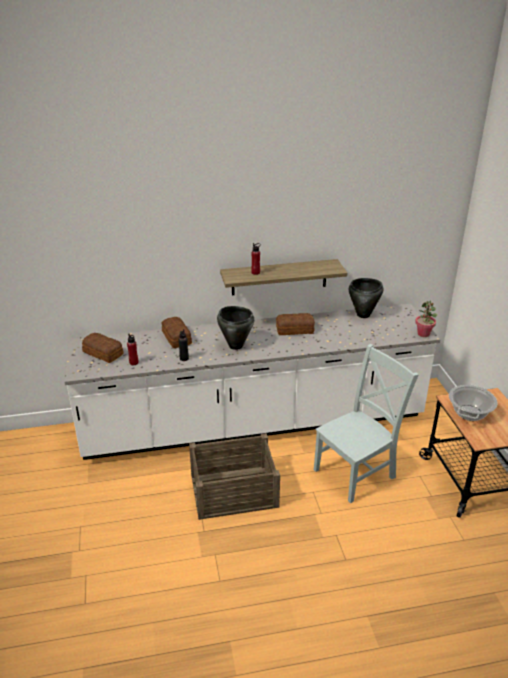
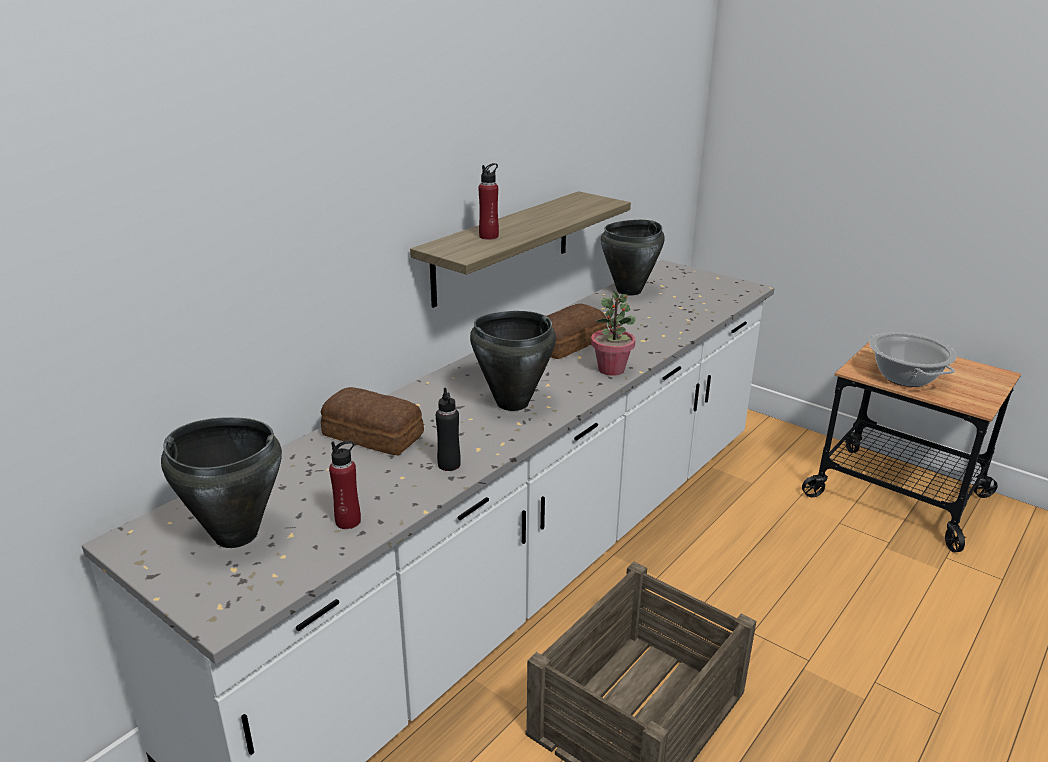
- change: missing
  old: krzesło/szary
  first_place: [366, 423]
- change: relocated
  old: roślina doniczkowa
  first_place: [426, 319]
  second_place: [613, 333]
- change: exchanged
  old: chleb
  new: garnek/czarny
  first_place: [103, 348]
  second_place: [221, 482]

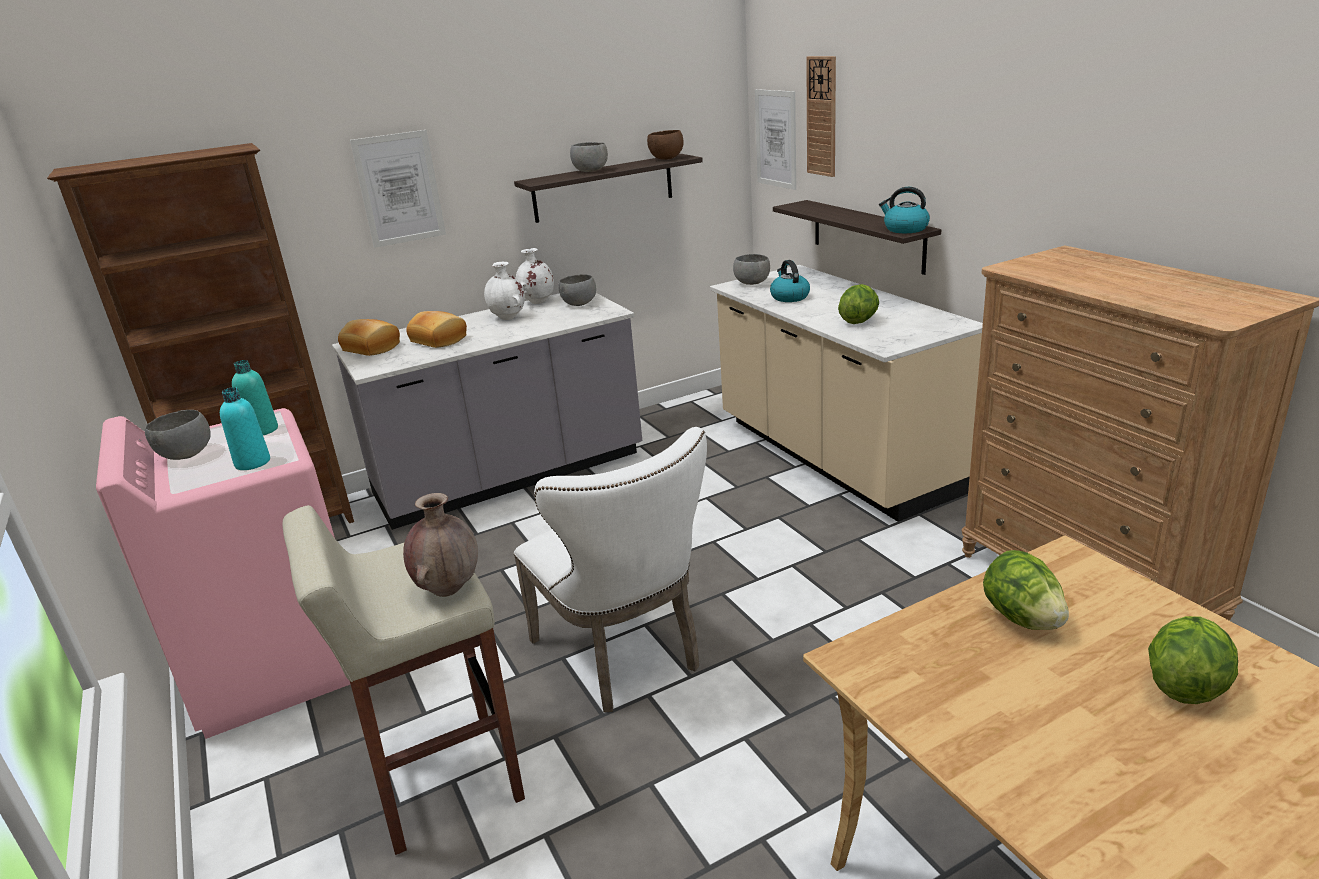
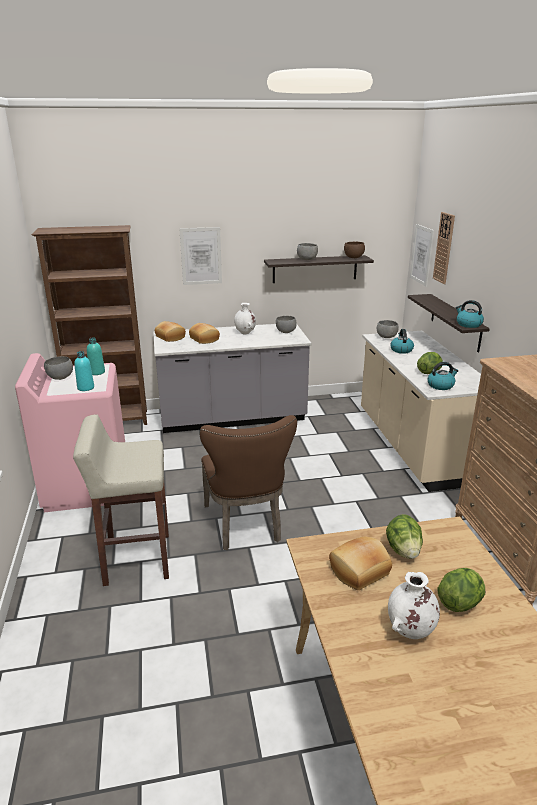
- change: missing
  old: wazon/brązowy
  first_place: [440, 545]
- change: appeared
  new: chleb
  second_place: [360, 563]
- change: appeared
  new: czajnik
  second_place: [442, 376]
- change: relocated
  old: wazon/biały
  first_place: [535, 276]
  second_place: [414, 605]
- change: colour
  old: krzesło/biały
  new: krzesło/brązowy
  first_place: [610, 570]
  second_place: [248, 482]

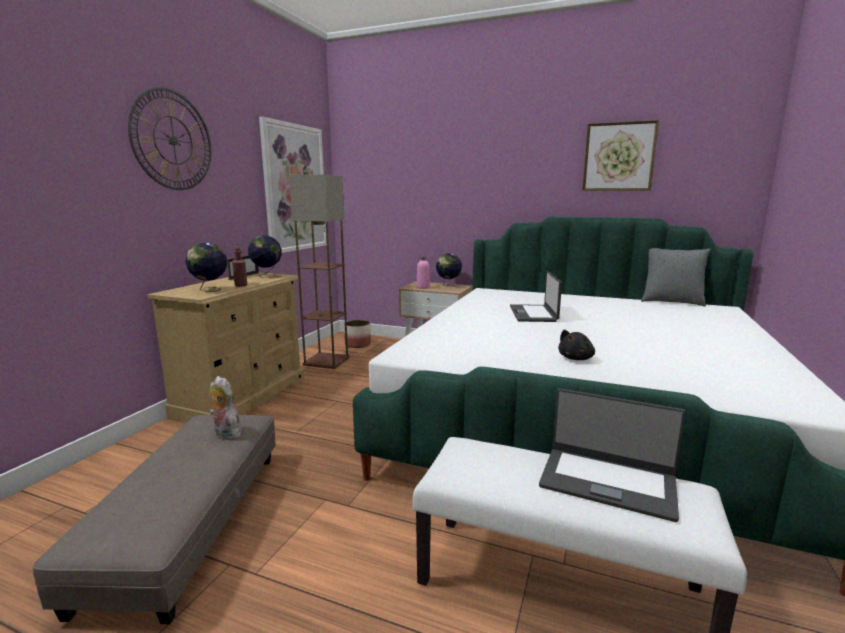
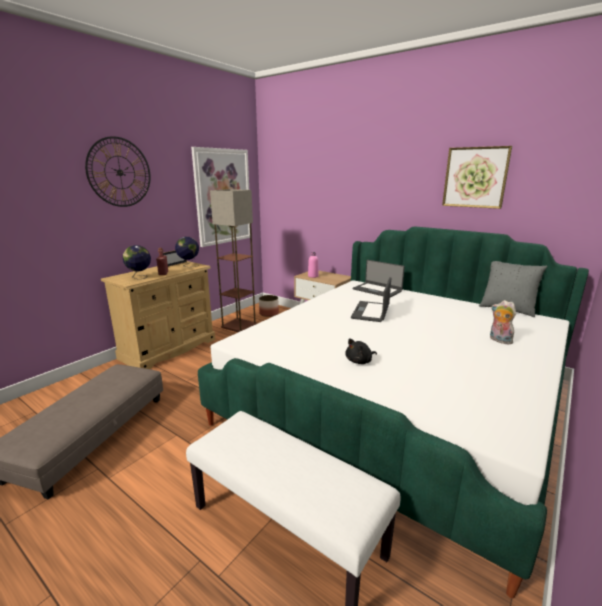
- change: missing
  old: globus
  first_place: [449, 270]
- change: relocated
  old: pluszak
  first_place: [225, 408]
  second_place: [503, 322]
- change: relocated
  old: laptop
  first_place: [612, 455]
  second_place: [379, 279]

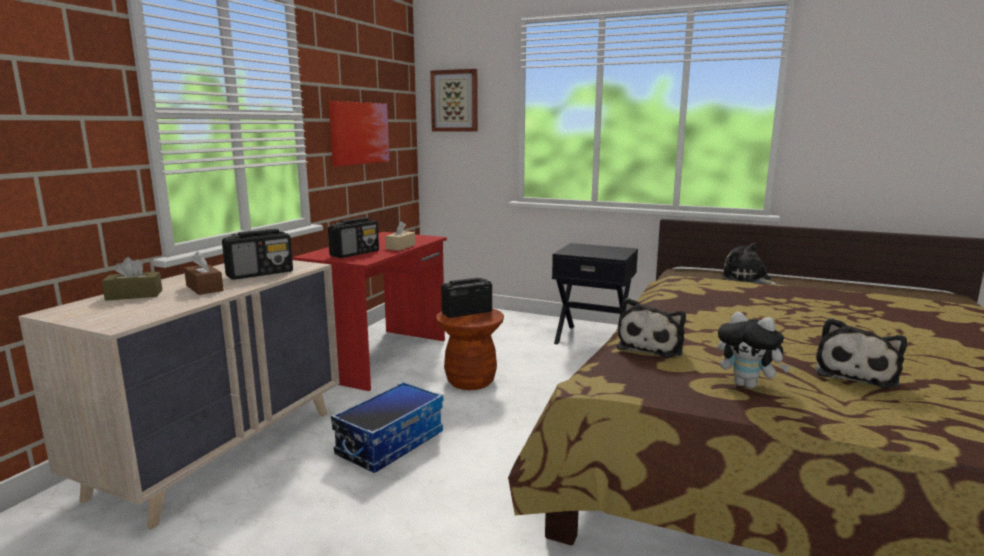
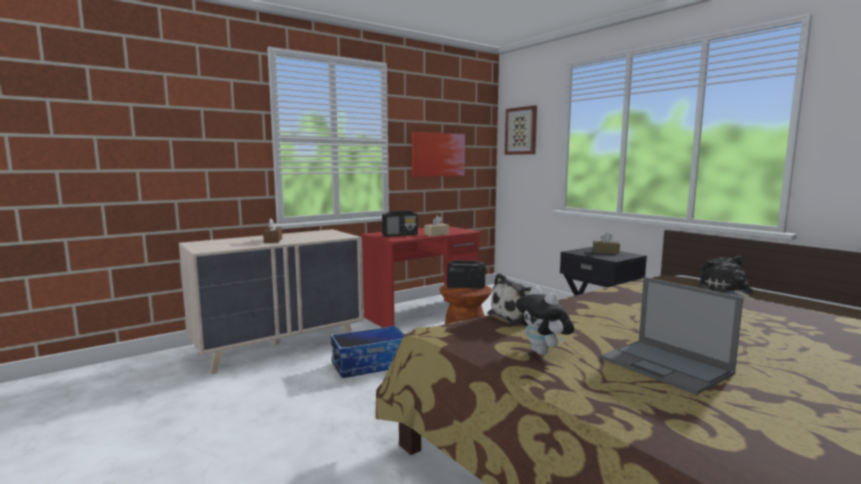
- change: missing
  old: radio
  first_place: [257, 254]
- change: relocated
  old: pudełko chusteczek/brązowy
  first_place: [132, 279]
  second_place: [606, 243]
- change: exchanged
  old: pluszak
  new: laptop
  first_place: [861, 353]
  second_place: [671, 336]

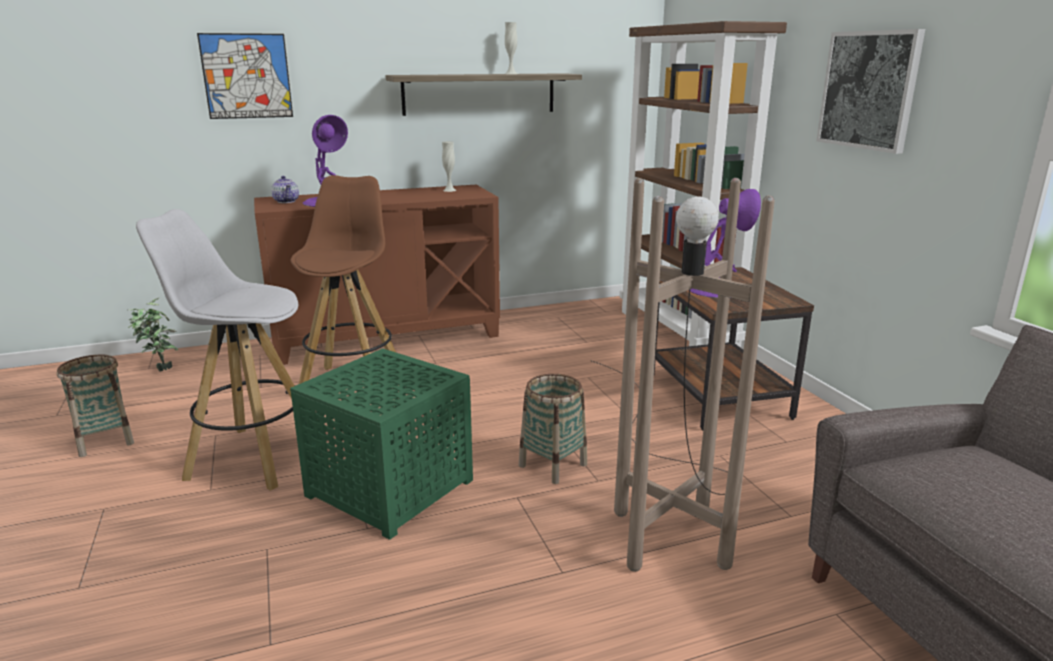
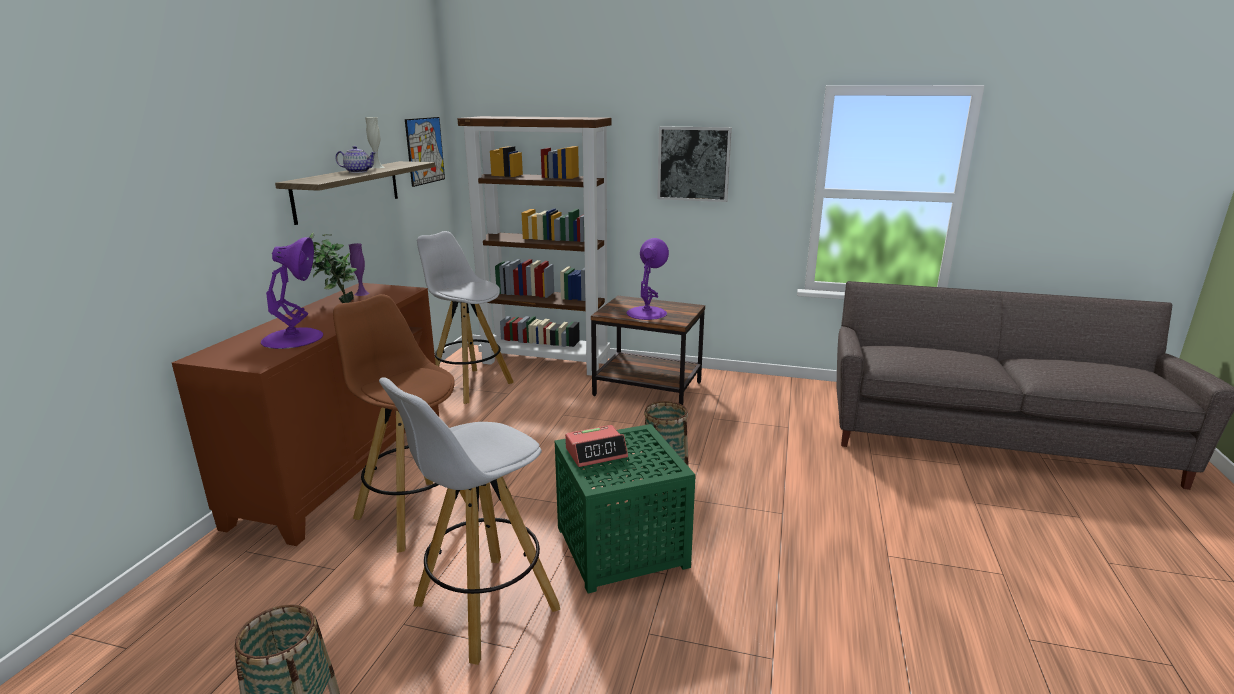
- change: missing
  old: lampa stojąca/brązowy
  first_place: [683, 375]
- change: appeared
  new: stołek/biały
  second_place: [465, 317]
- change: appeared
  new: budzik
  second_place: [596, 446]
- change: relocated
  old: roślina doniczkowa
  first_place: [153, 334]
  second_place: [333, 267]
- change: relocated
  old: obraz
  first_place: [245, 76]
  second_place: [425, 152]
- change: relocated
  old: imbryk
  first_place: [285, 189]
  second_place: [356, 159]
- change: colour
  old: wazon/biały
  new: wazon/fioletowy
  first_place: [449, 166]
  second_place: [359, 269]

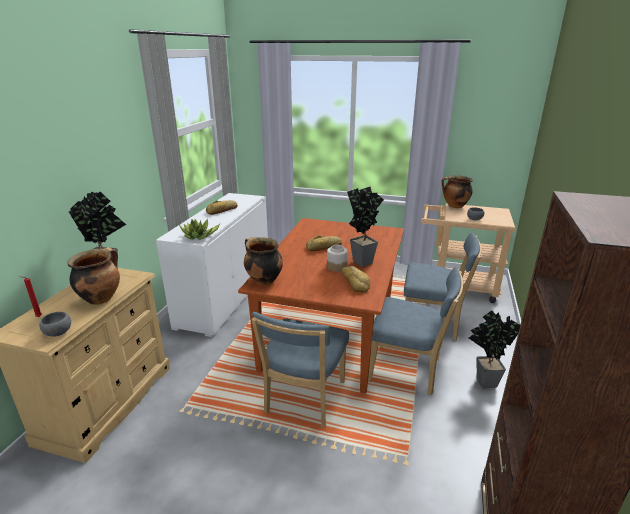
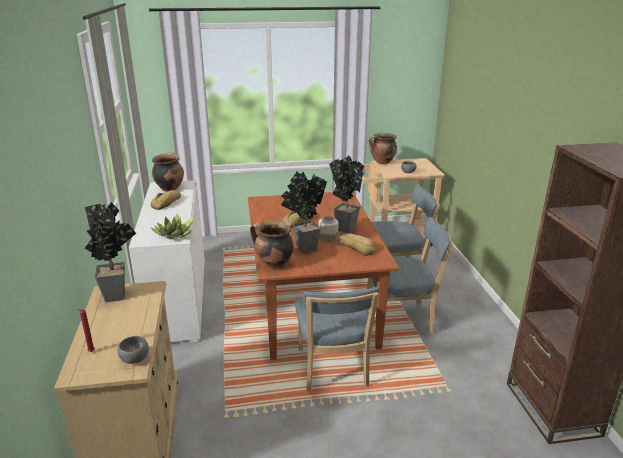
- change: relocated
  old: garnek
  first_place: [94, 276]
  second_place: [168, 172]
- change: relocated
  old: roślina doniczkowa
  first_place: [494, 349]
  second_place: [304, 212]

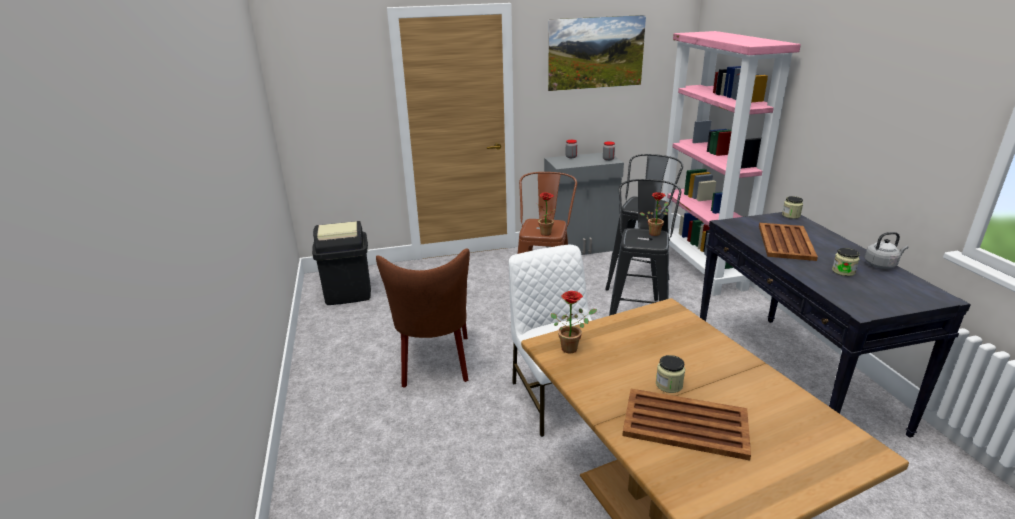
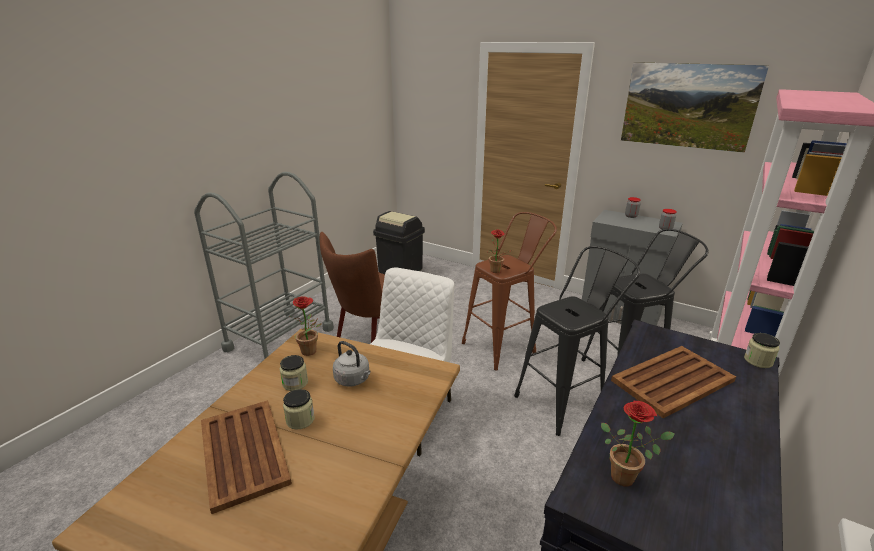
- change: appeared
  new: wózek/szary
  second_place: [264, 267]
- change: relocated
  old: roślina doniczkowa
  first_place: [654, 214]
  second_place: [638, 443]
- change: relocated
  old: słoik
  first_place: [846, 262]
  second_place: [294, 373]
- change: relocated
  old: czajnik/szary
  first_place: [887, 250]
  second_place: [352, 364]

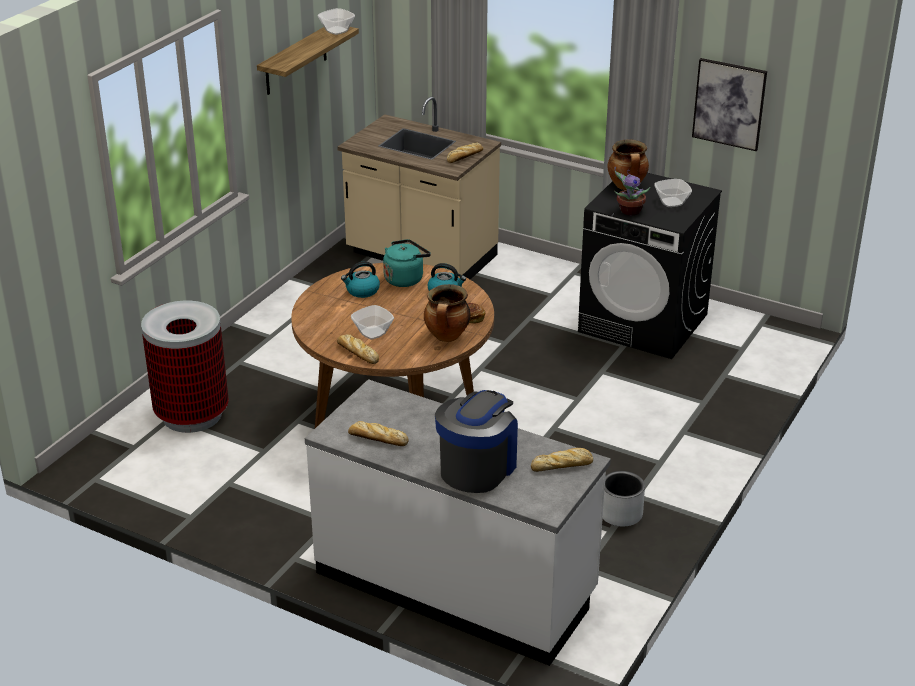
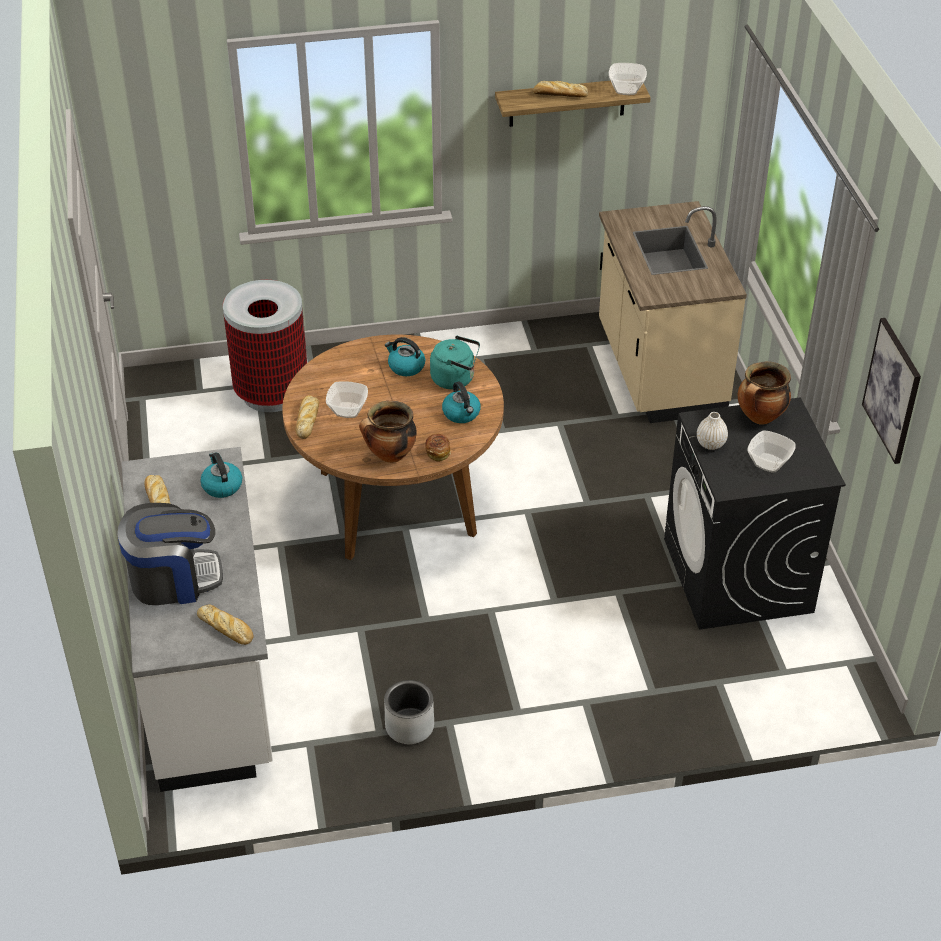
- change: appeared
  new: czajnik
  second_place: [221, 475]
- change: relocated
  old: chleb
  first_place: [465, 153]
  second_place: [560, 89]
- change: exchanged
  old: roślina doniczkowa
  new: wazon/biały
  first_place: [632, 190]
  second_place: [712, 431]

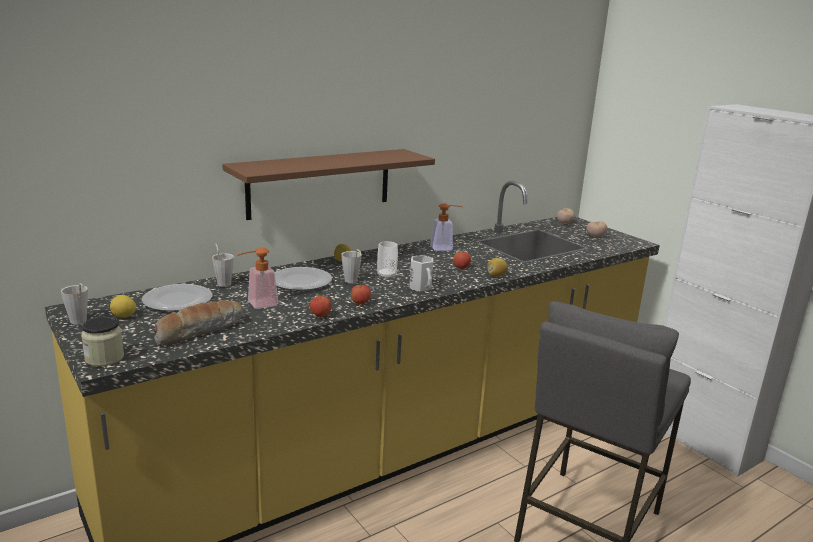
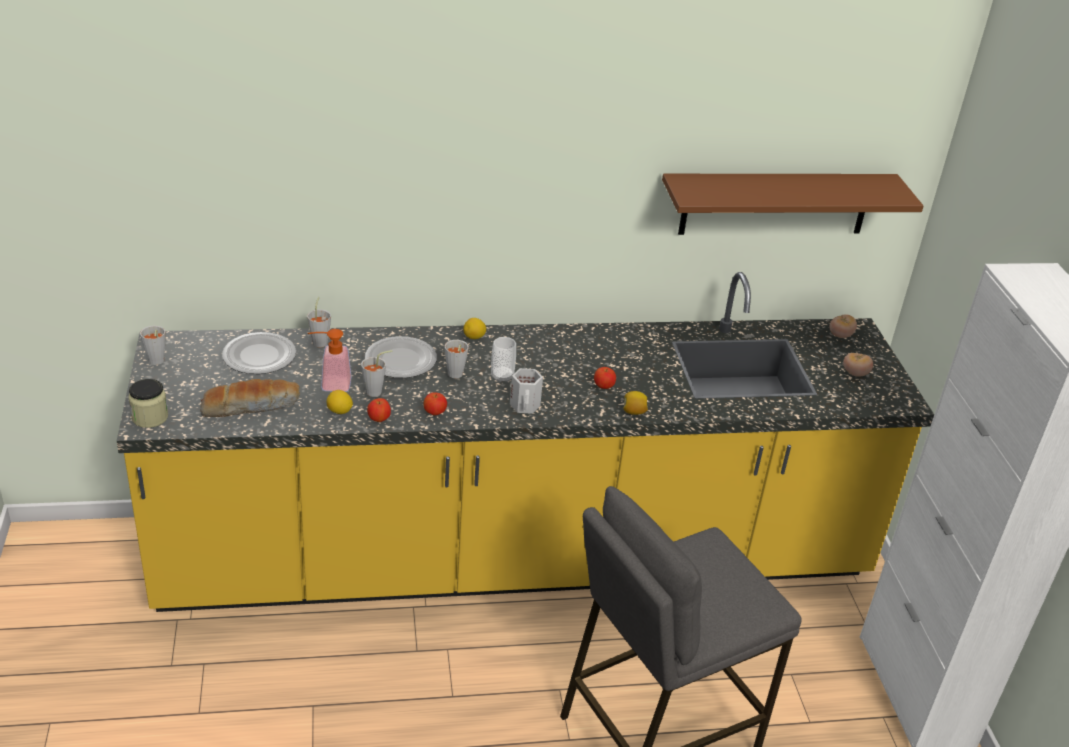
- change: missing
  old: dozownik mydła
  first_place: [446, 227]
- change: appeared
  new: filiżanka/szary
  second_place: [377, 373]
- change: relocated
  old: cytryna
  first_place: [123, 306]
  second_place: [339, 402]
- change: relocated
  old: półka/brązowy
  first_place: [328, 184]
  second_place: [793, 204]

